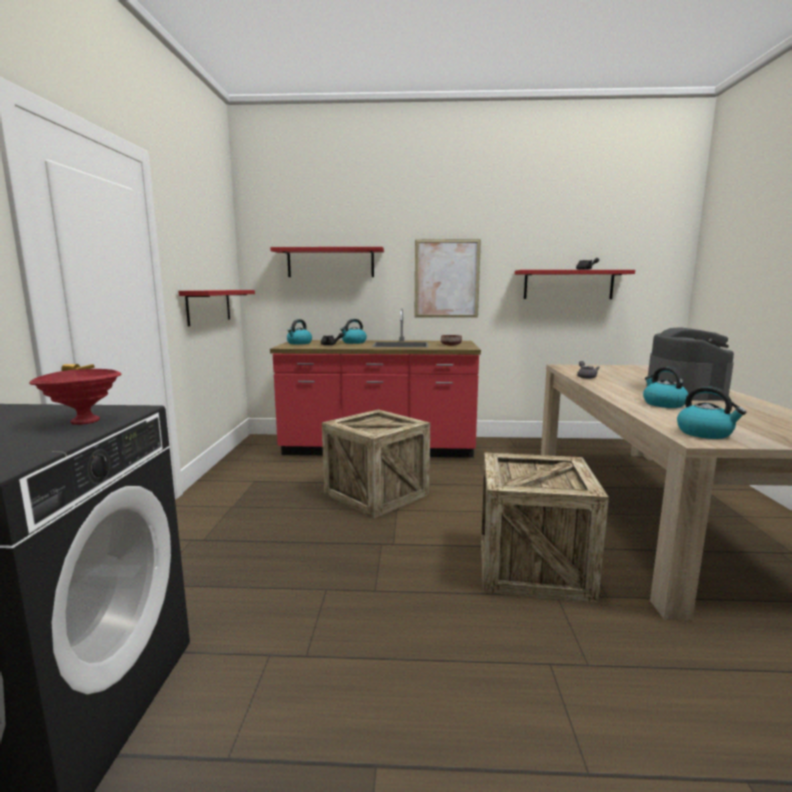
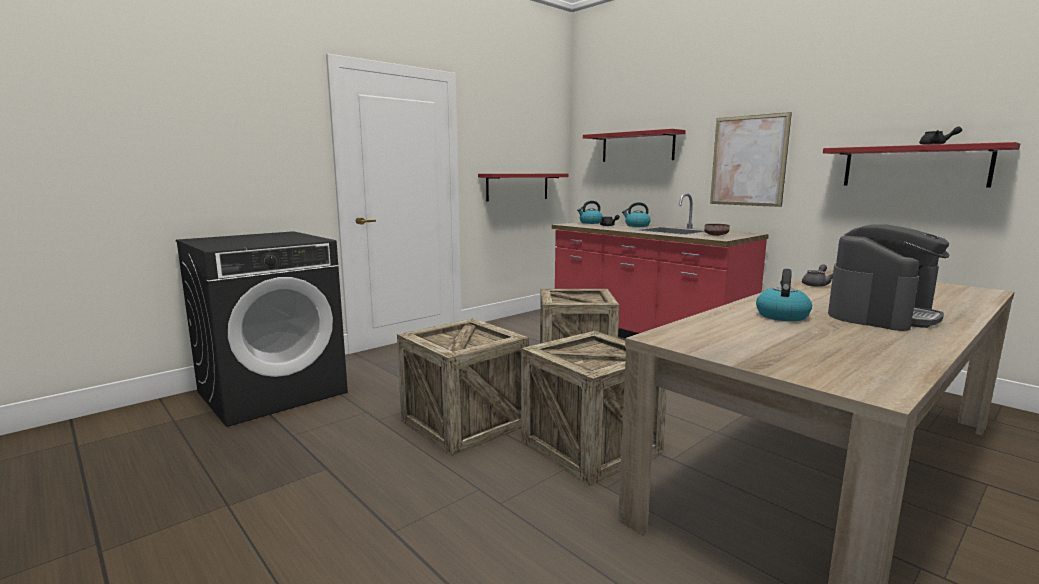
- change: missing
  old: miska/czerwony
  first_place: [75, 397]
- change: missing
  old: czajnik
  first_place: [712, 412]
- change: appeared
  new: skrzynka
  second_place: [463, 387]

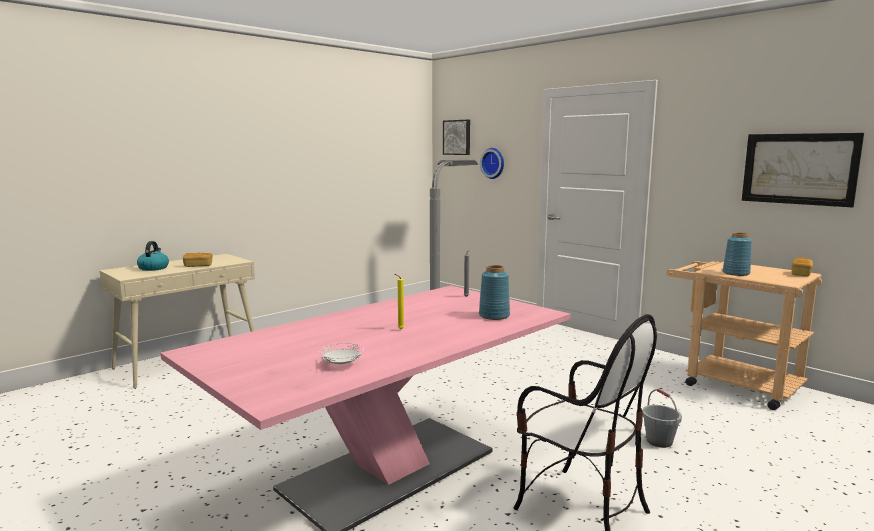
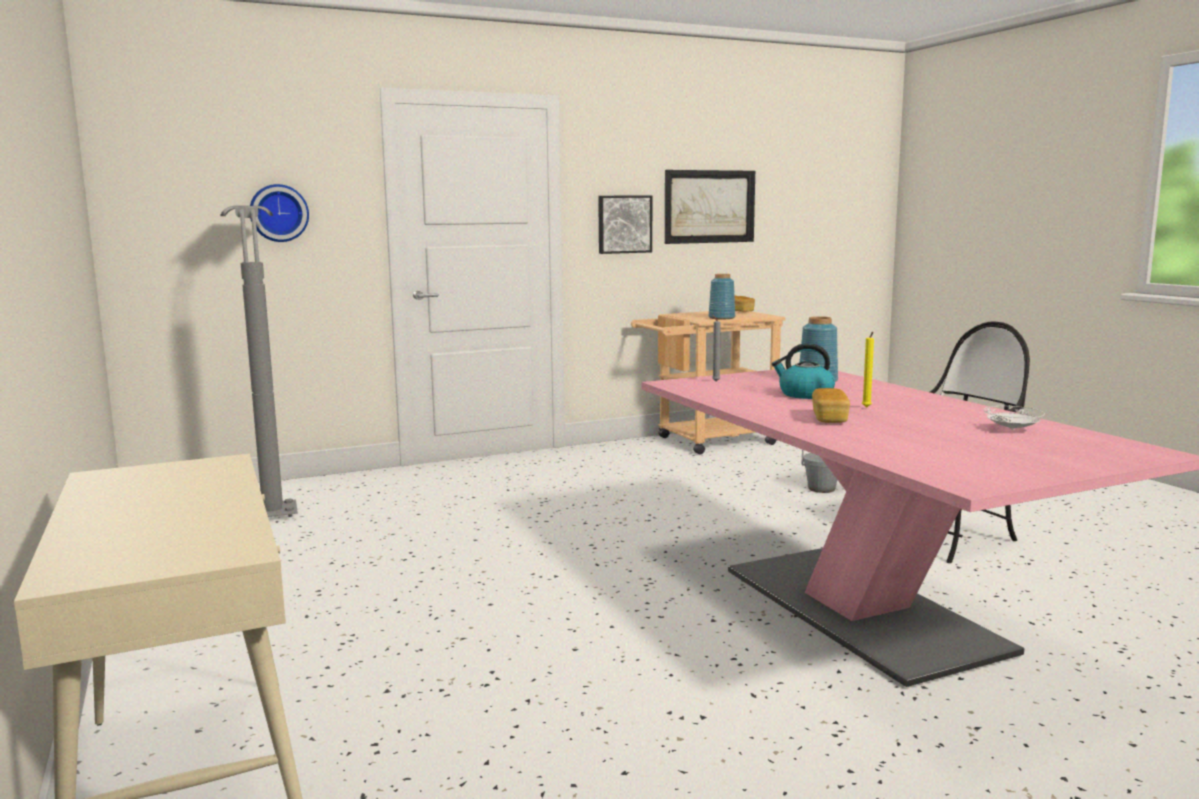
- change: relocated
  old: czajnik
  first_place: [153, 256]
  second_place: [803, 371]
- change: relocated
  old: chleb
  first_place: [198, 260]
  second_place: [831, 405]
- change: relocated
  old: obraz
  first_place: [456, 137]
  second_place: [625, 225]

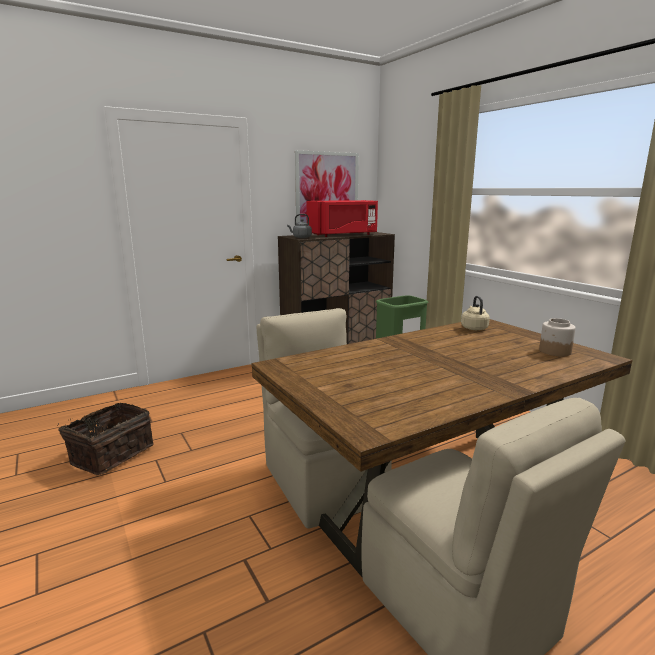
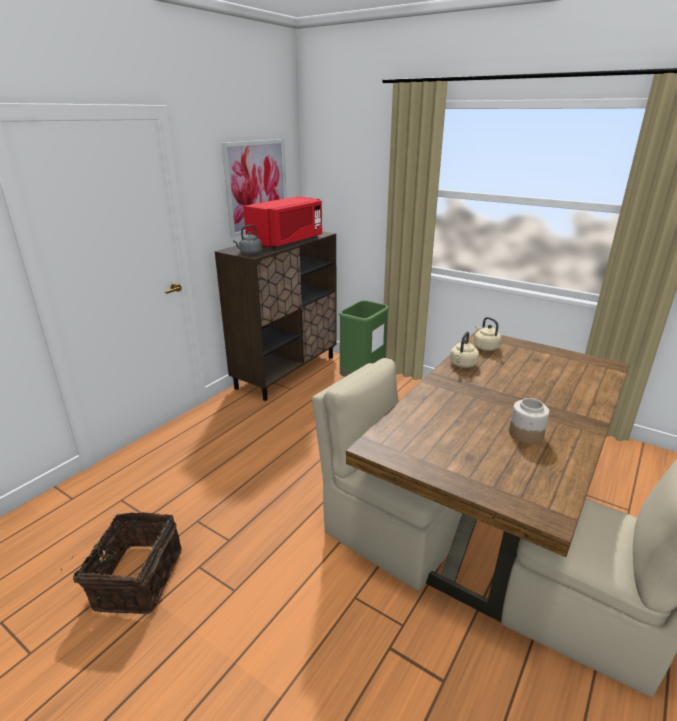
- change: appeared
  new: czajnik/beżowy
  second_place: [464, 349]
- change: relocated
  old: słoik
  first_place: [557, 337]
  second_place: [529, 421]

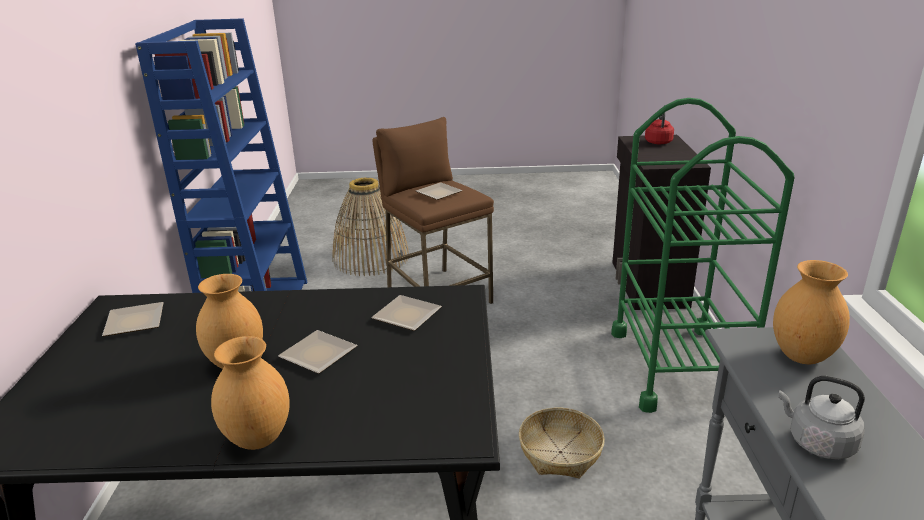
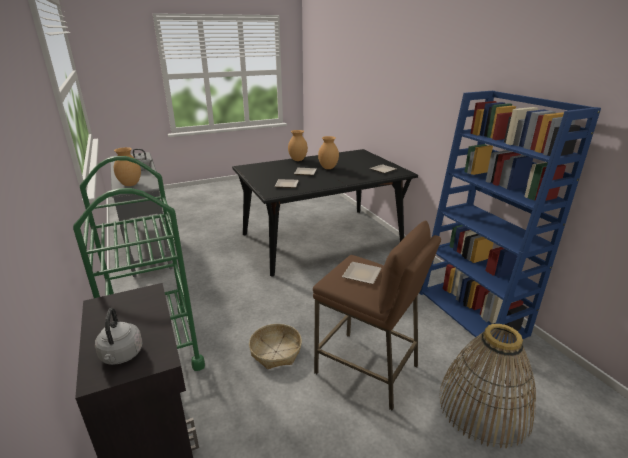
- change: relocated
  old: koszyk
  first_place: [562, 442]
  second_place: [275, 346]
- change: colour
  old: czajnik/czerwony
  new: czajnik/szary
  first_place: [659, 128]
  second_place: [119, 336]

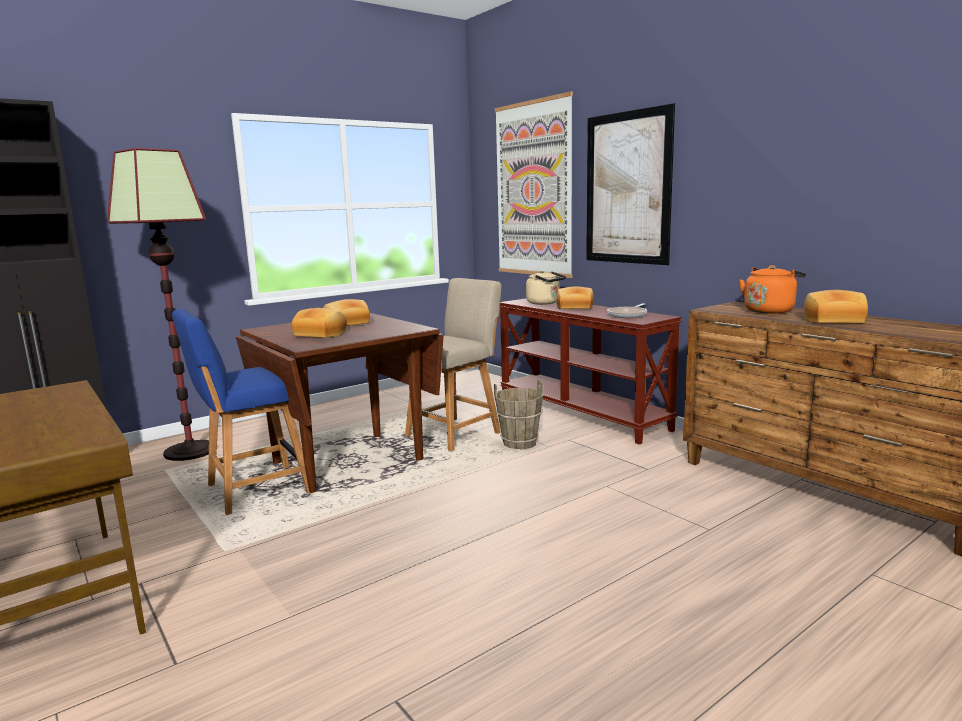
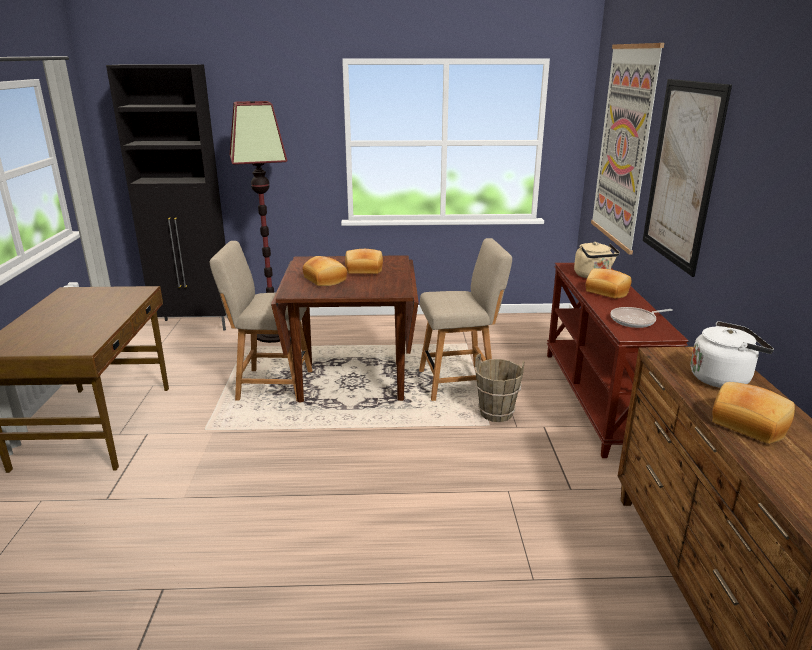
- change: colour
  old: krzesło/niebieski
  new: krzesło/beżowy
  first_place: [240, 412]
  second_place: [261, 321]
- change: colour
  old: czajnik/pomarańczowy
  new: czajnik/biały
  first_place: [772, 289]
  second_place: [732, 354]

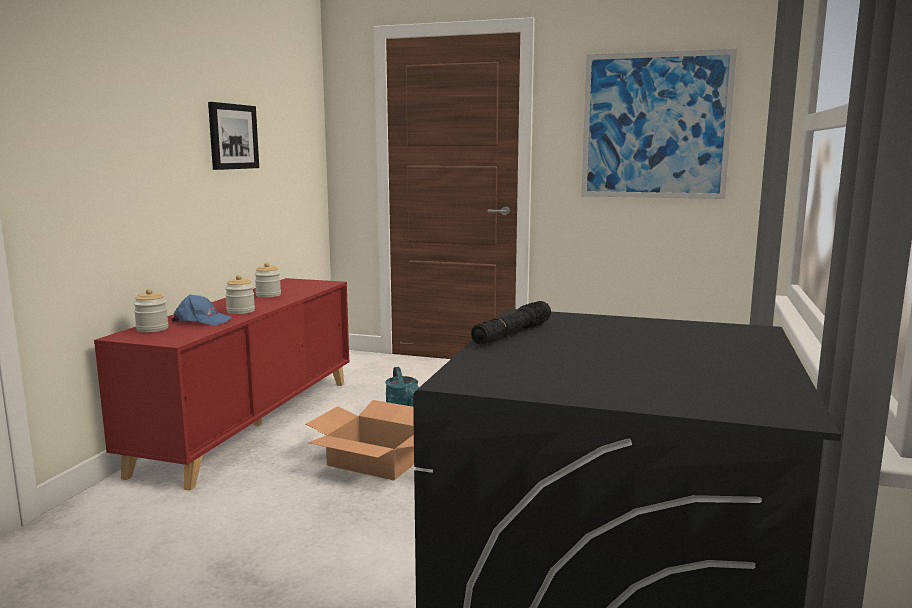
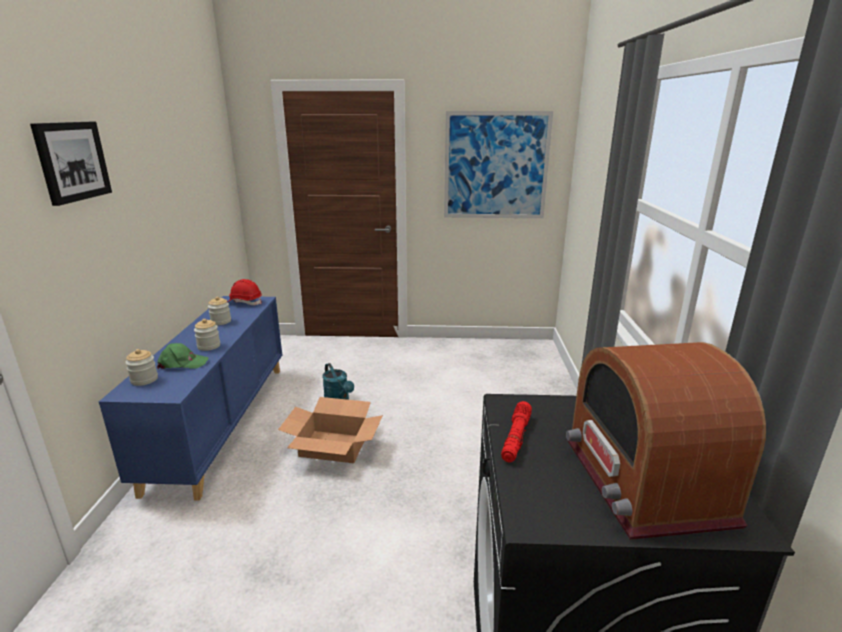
- change: appeared
  new: kask/czerwony
  second_place: [245, 292]
- change: appeared
  new: radio
  second_place: [666, 441]
- change: relocated
  old: obraz
  first_place: [233, 136]
  second_place: [71, 164]
- change: colour
  old: szafka/czerwony
  new: szafka/niebieski
  first_place: [222, 384]
  second_place: [191, 398]
- change: colour
  old: czapka z daszkiem/niebieski
  new: czapka z daszkiem/zielony
  first_place: [202, 310]
  second_place: [183, 356]
- change: colour
  old: latarka/czarny
  new: latarka/czerwony
  first_place: [511, 322]
  second_place: [516, 431]

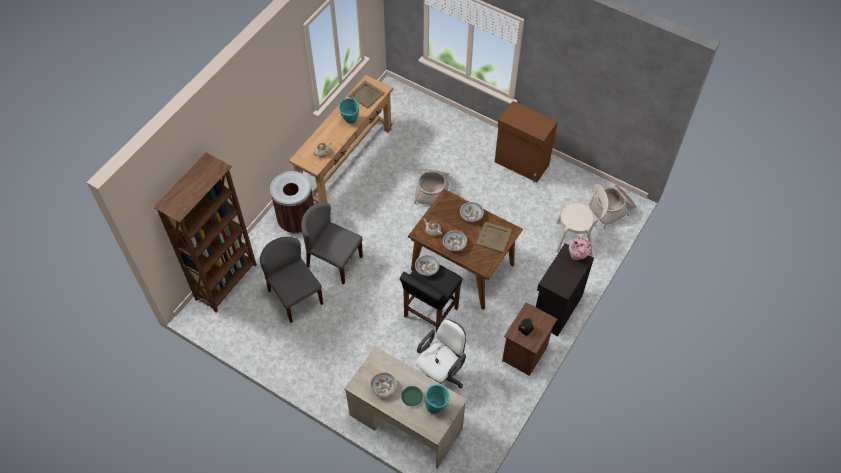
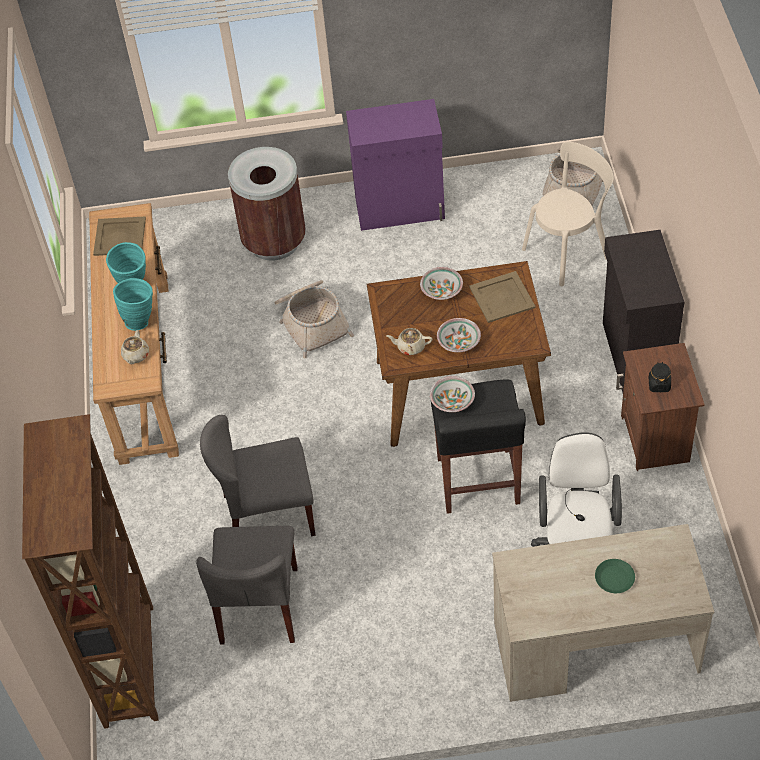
- change: missing
  old: miska
  first_place: [383, 384]
- change: missing
  old: wazon/różowy
  first_place: [580, 248]
- change: relocated
  old: kosz na śmieci/brązowy
  first_place: [292, 202]
  second_place: [267, 203]
- change: relocated
  old: wazon/turkusowy
  first_place: [437, 399]
  second_place: [133, 304]
- change: colour
  old: szafka/brązowy
  new: szafka/fioletowy
  first_place: [526, 142]
  second_place: [395, 165]
- change: spun
  old: krzesło/szary
  first_place: [291, 280]
  second_place: [247, 585]
  degrees: -105

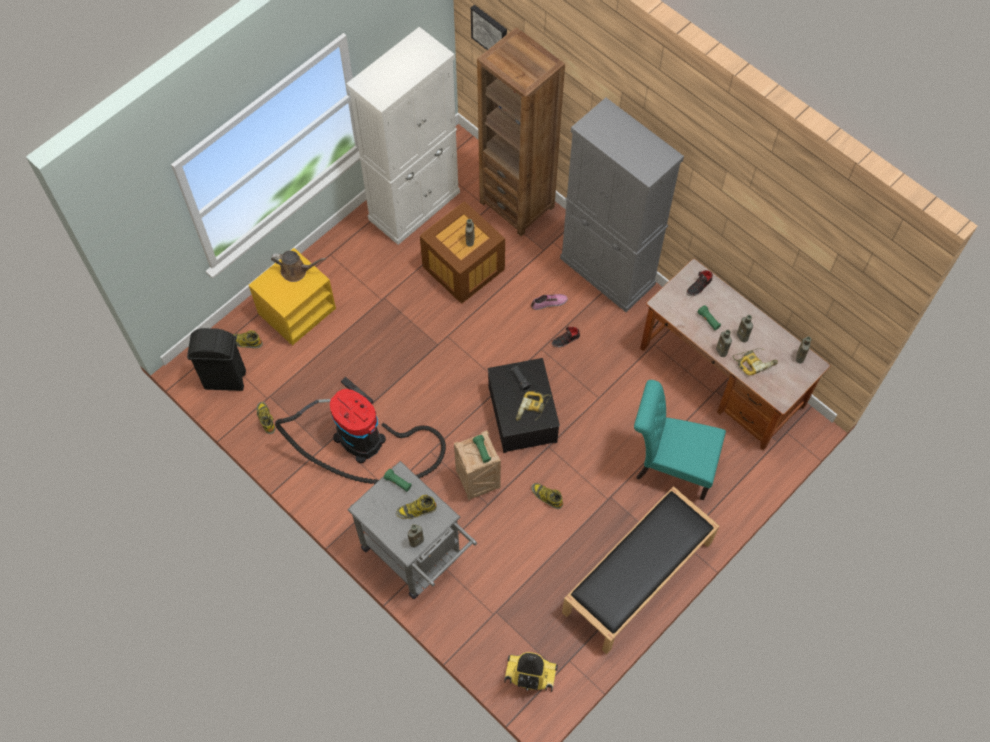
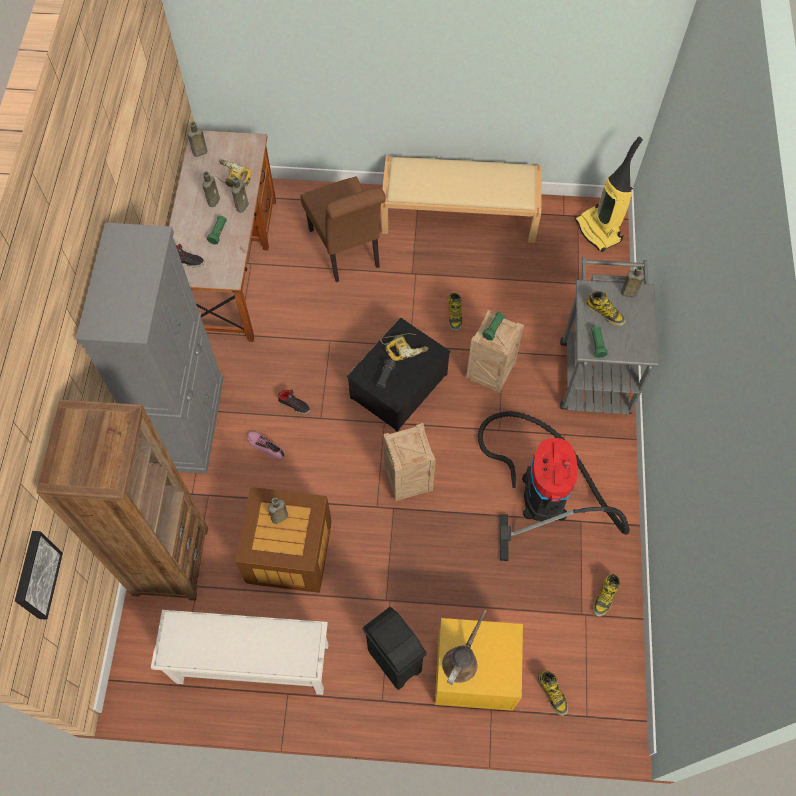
- change: appeared
  new: skrzynka
  second_place: [409, 462]
- change: relocated
  old: kosz na śmieci/czarny
  first_place: [216, 359]
  second_place: [395, 648]
- change: exchanged
  old: szafka/biały
  new: regał na buty/biały
  first_place: [403, 136]
  second_place: [239, 652]
- change: colour
  old: ławka/czarny
  new: ławka/beżowy
  first_place: [640, 570]
  second_place: [461, 199]
- change: colour
  old: krzesło/turkusowy
  new: krzesło/brązowy
  first_place: [680, 440]
  second_place: [343, 229]
- change: spun
  old: konewka/brązowy
  first_place: [298, 266]
  second_place: [464, 647]
  degrees: 60

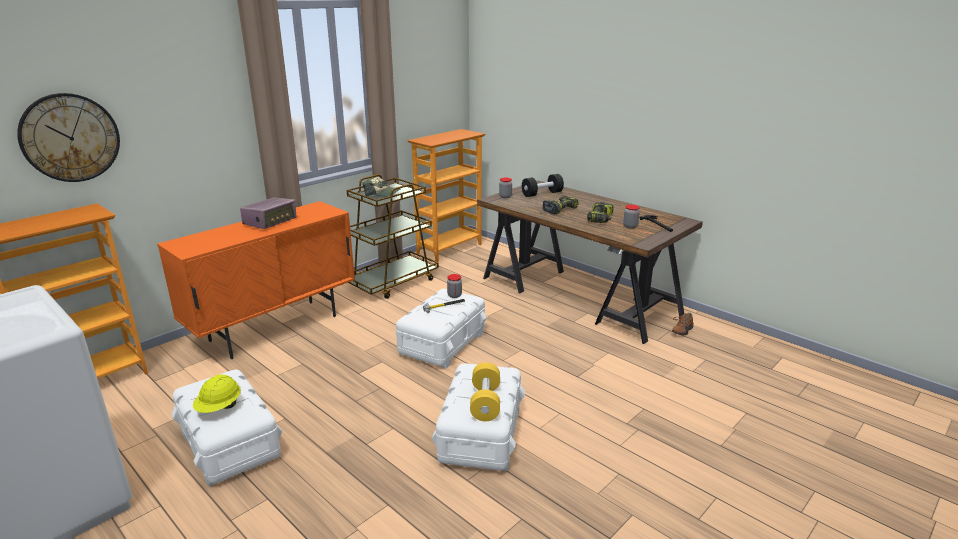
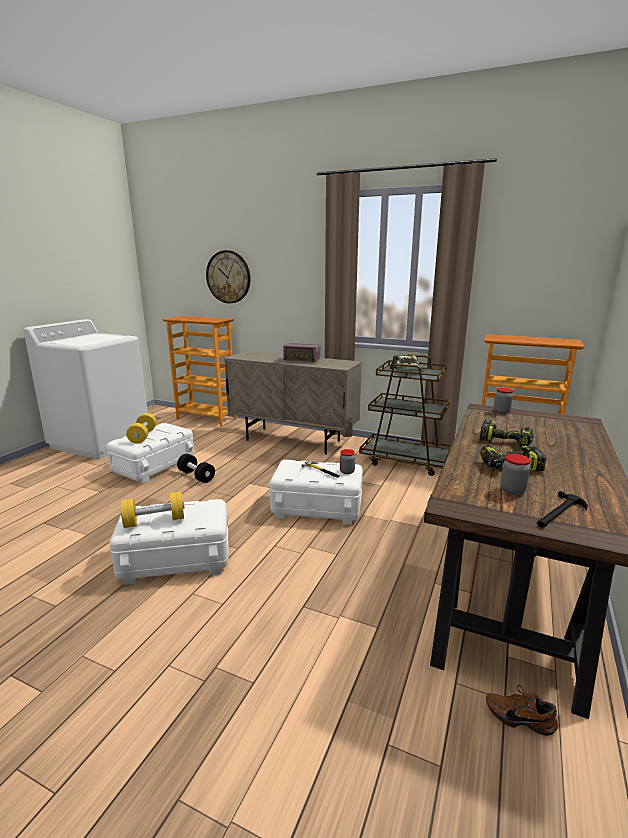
- change: relocated
  old: hantel/czarny
  first_place: [543, 185]
  second_place: [196, 468]
- change: exchanged
  old: kask/żółty
  new: hantel/żółty
  first_place: [217, 394]
  second_place: [141, 428]
- change: colour
  old: szafka/pomarańczowy
  new: szafka/beżowy
  first_place: [256, 280]
  second_place: [293, 403]

